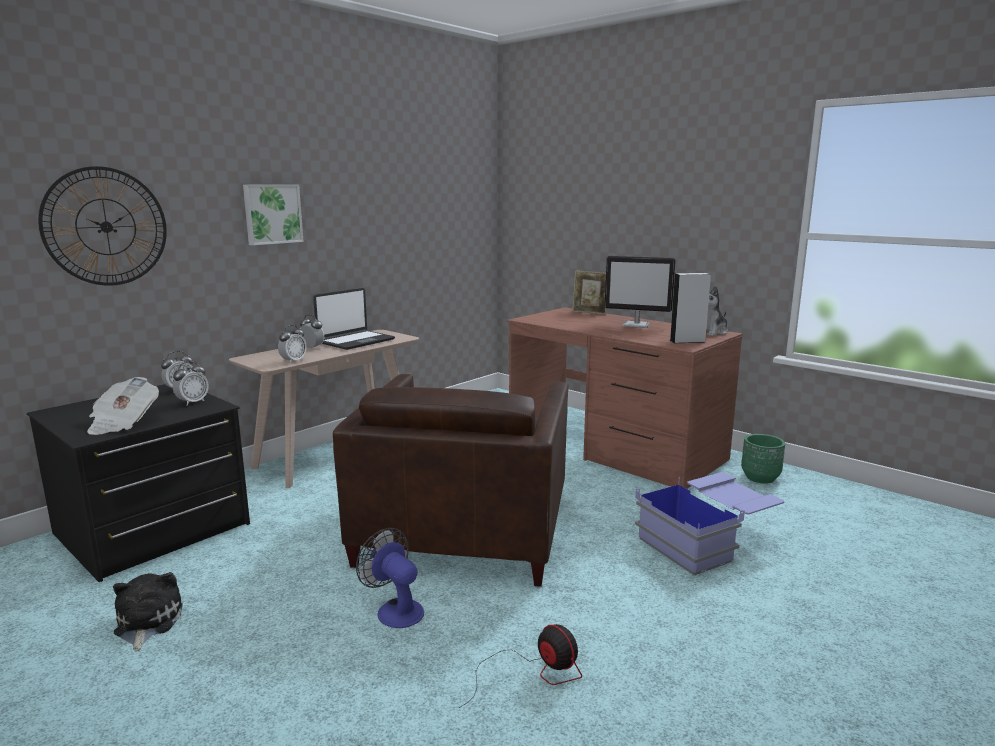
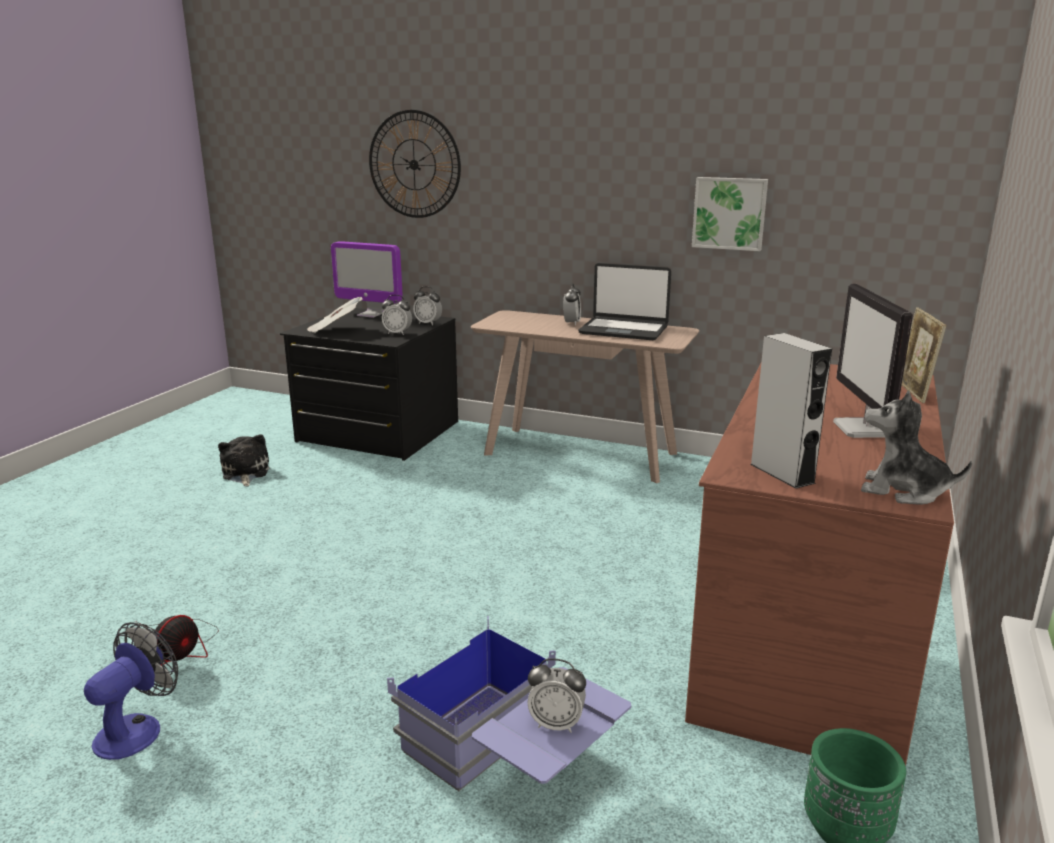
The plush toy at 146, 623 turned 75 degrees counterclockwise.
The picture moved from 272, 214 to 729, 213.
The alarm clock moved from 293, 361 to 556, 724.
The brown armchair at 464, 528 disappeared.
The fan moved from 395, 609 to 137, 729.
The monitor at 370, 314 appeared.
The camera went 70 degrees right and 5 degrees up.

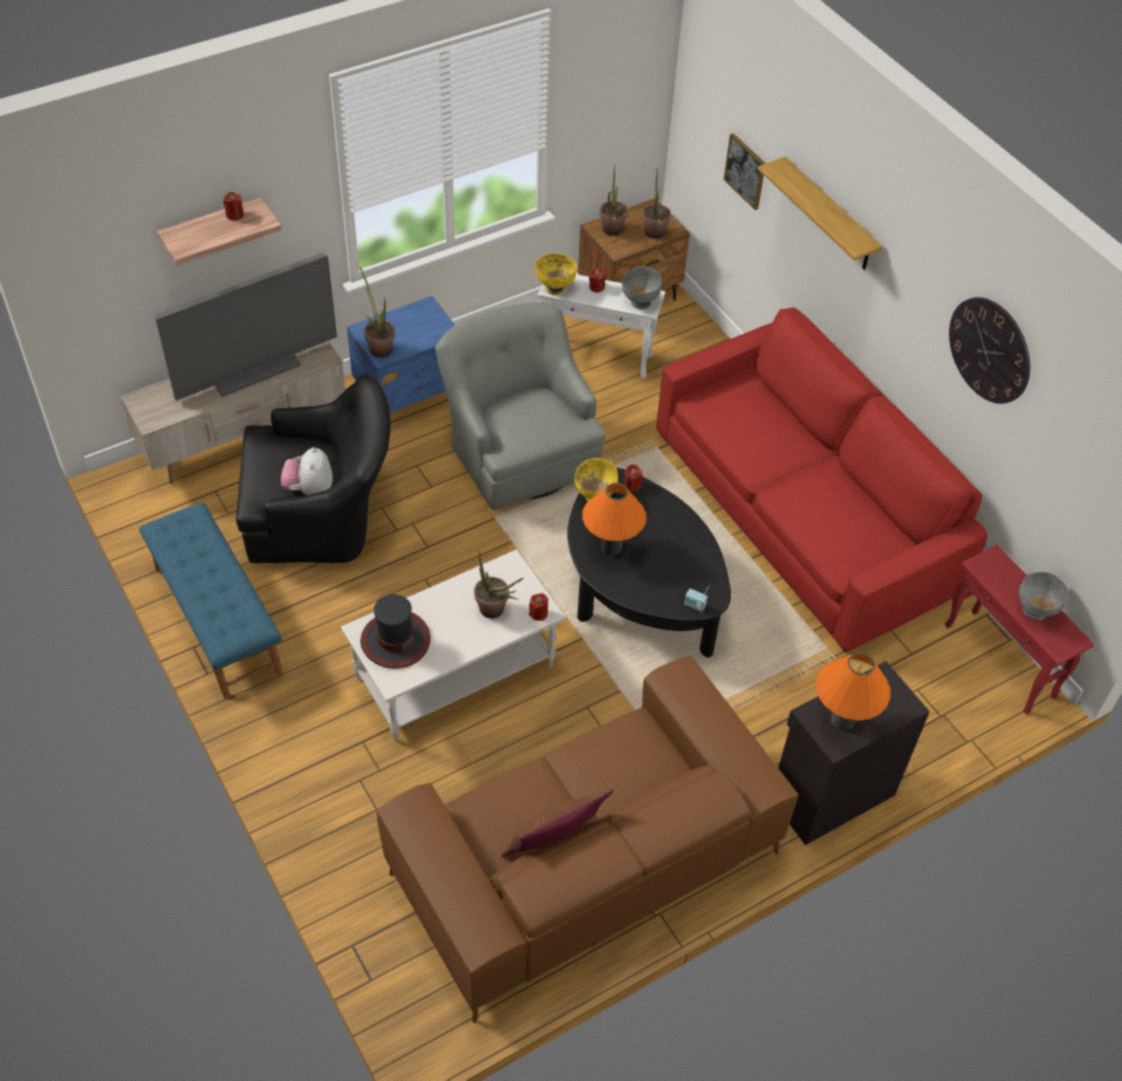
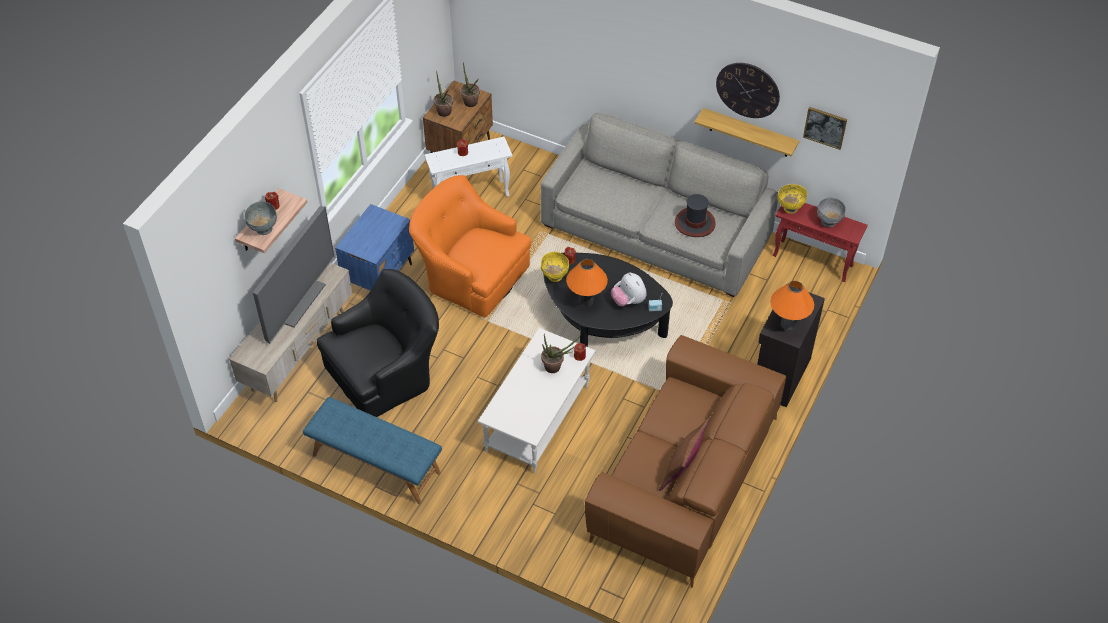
The plush toy moved from 309, 489 to 628, 301.
The potted plant at 378, 346 disappeared.
The hat moved from 395, 640 to 694, 223.
The grey armchair at 519, 450 became the orange armchair at 471, 275.
The yellow bowl moved from 555, 288 to 790, 208.
The grey bowl moved from 640, 302 to 263, 229.
The red sofa at 803, 512 became the grey sofa at 656, 231.
The picture moved from 745, 171 to 825, 127.
The shelf moved from 829, 216 to 749, 133.
The camera went 30 degrees left and 0 degrees up.

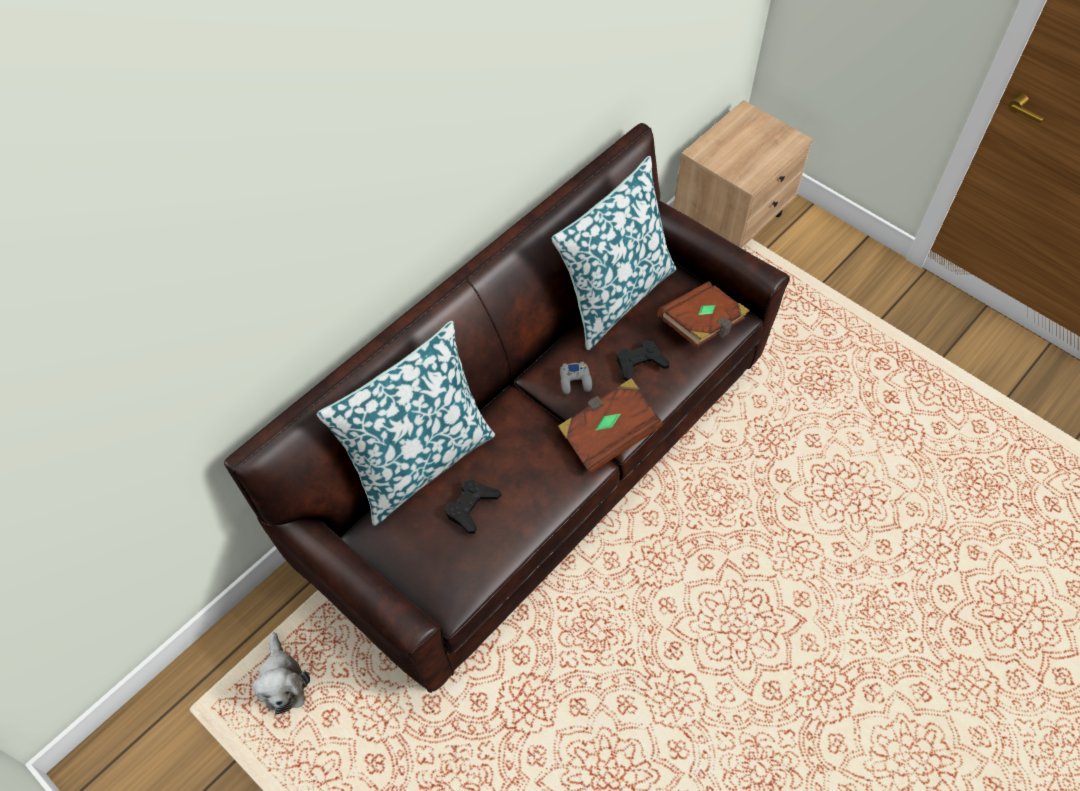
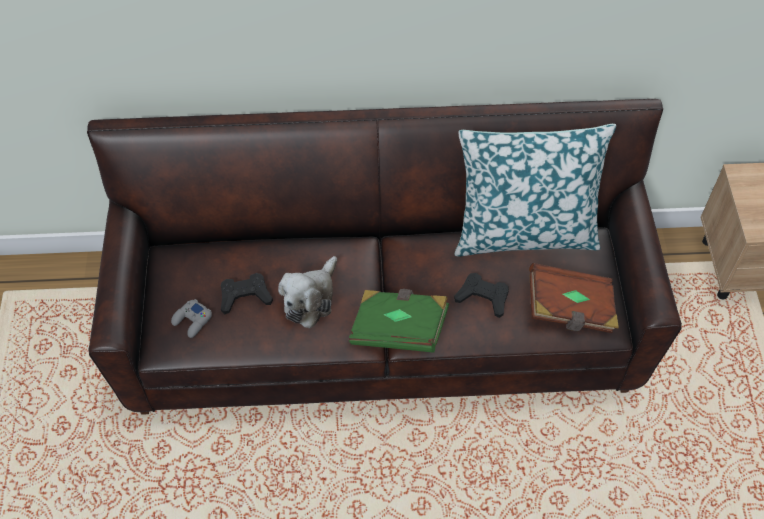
The plush toy moved from 282, 682 to 310, 299.
The pillow at 419, 462 disappeared.
The brown book at 608, 435 became the green book at 399, 329.
The grey game controller moved from 575, 381 to 192, 321.
The camera went 45 degrees right and 0 degrees up.

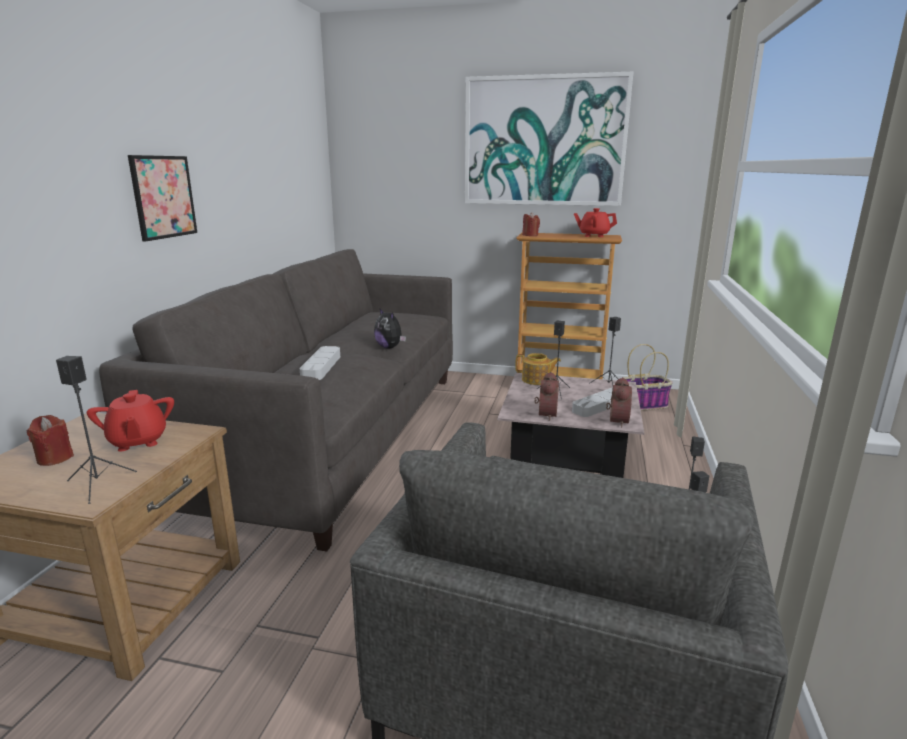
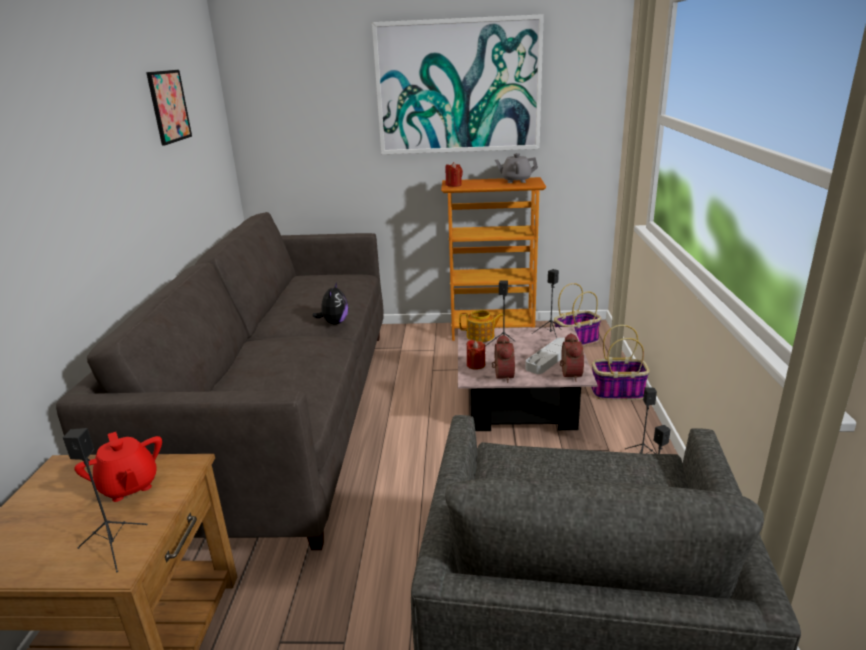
The red candle moved from 55, 458 to 476, 365.
The picture moved from 163, 197 to 169, 106.
The grey tray at 321, 367 disappeared.
The plush toy at 390, 347 turned 120 degrees counterclockwise.
The red teapot at 593, 236 became the grey teapot at 516, 181.
The basket at 617, 393 appeared.
The camera went 10 degrees left and 5 degrees up.

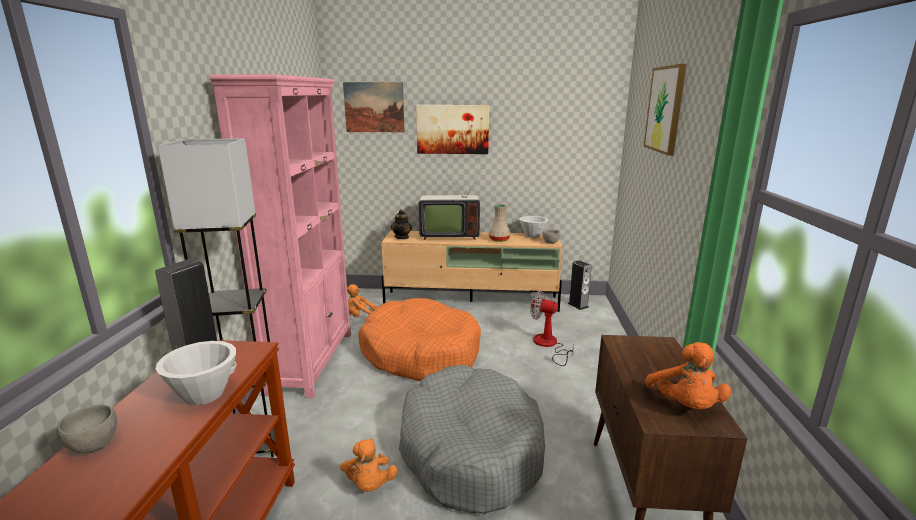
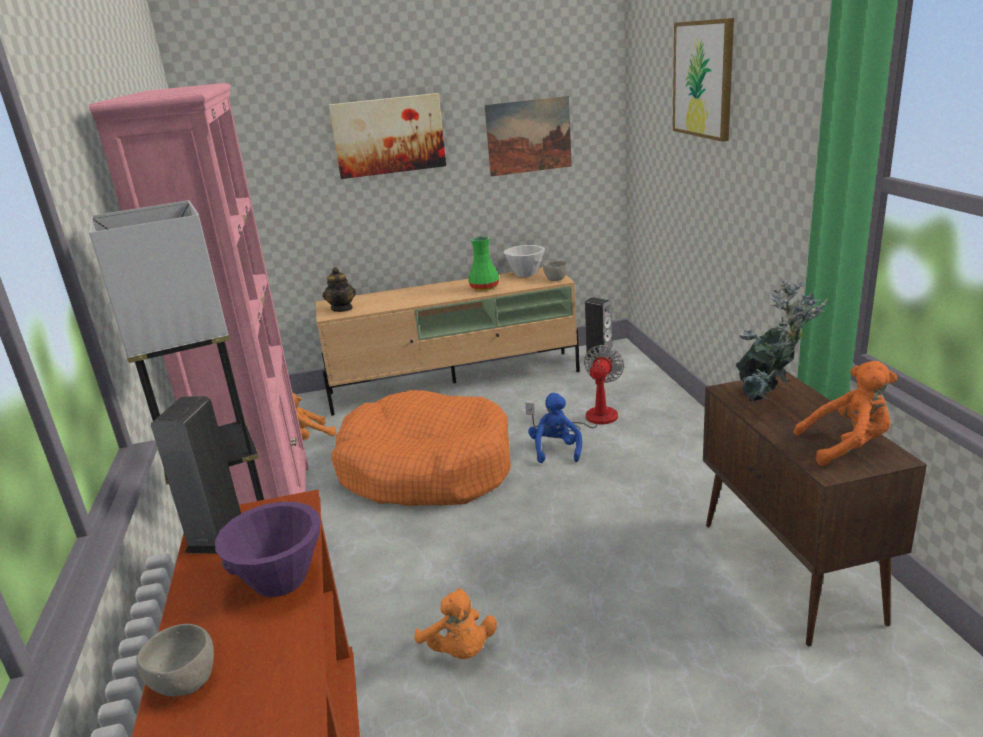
The white bowl at 204, 394 became the purple bowl at 280, 579.
The picture moved from 374, 107 to 528, 136.
The grey dog bed at 470, 450 disappeared.
The television at 448, 235 disappeared.
The beige vase at 498, 240 became the green vase at 483, 288.
The fan at 548, 345 turned 105 degrees clockwise.
The orange plush toy at 685, 406 turned 75 degrees counterclockwise.
The blue plush toy at 556, 450 appeared.
The potted plant at 767, 401 appeared.
The camera went 15 degrees left and 5 degrees up.

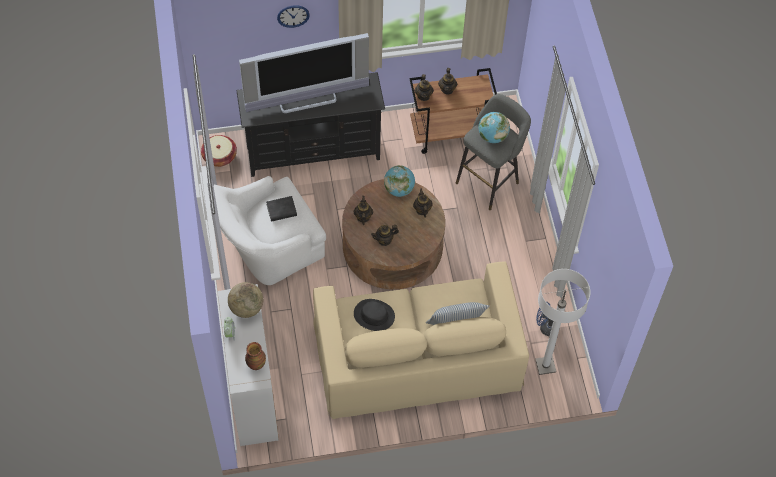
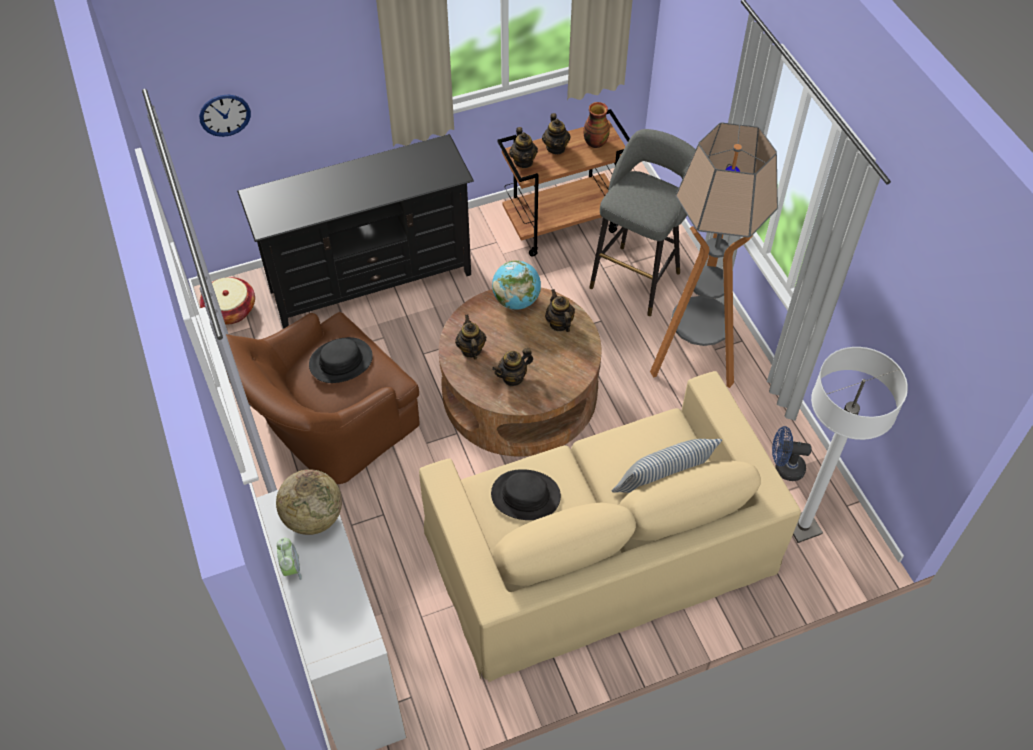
The white armchair at 268, 247 became the brown armchair at 328, 428.
The television at 307, 98 disappeared.
The vase moved from 255, 363 to 595, 142.
The black book at 281, 210 was replaced by the black hat at 341, 361.
The wall clock moved from 293, 16 to 225, 115.
The globe at 492, 136 disappeared.
The floor lamp at 693, 361 appeared.
The camera went 10 degrees left and 5 degrees down.

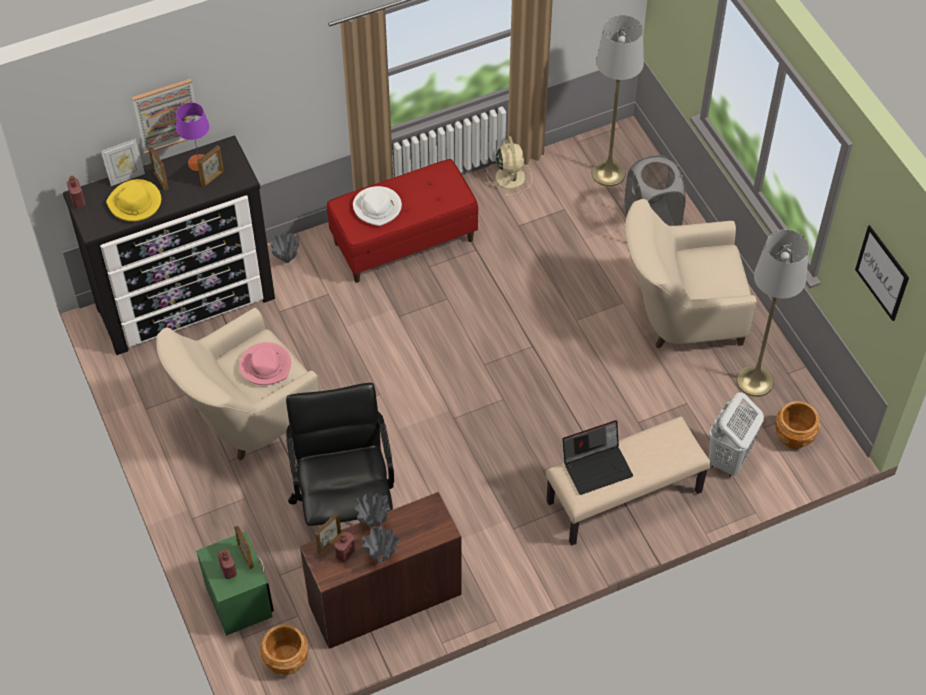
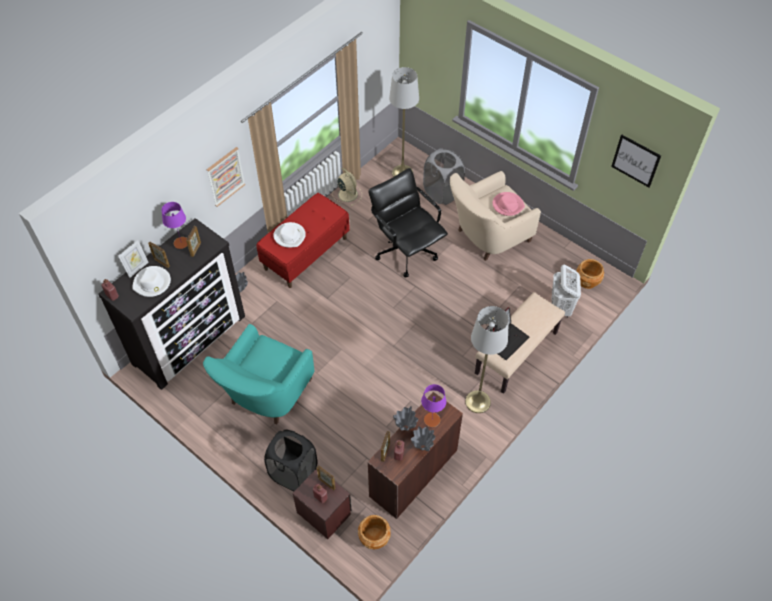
The yellow hat at 135, 203 became the white hat at 152, 283.
The picture moved from 166, 115 to 225, 176.
The beige armchair at 244, 417 became the turquoise armchair at 265, 396.
The green nightstand at 239, 600 became the brown nightstand at 324, 513.
The pink hat moved from 266, 365 to 507, 205.
The black office chair moved from 344, 506 to 406, 251.
The grey floor lamp moved from 755, 381 to 478, 402.
The black laundry basket at 293, 473 appeared.
The purple table lamp at 432, 419 appeared.
The camera went 25 degrees left and 0 degrees up.

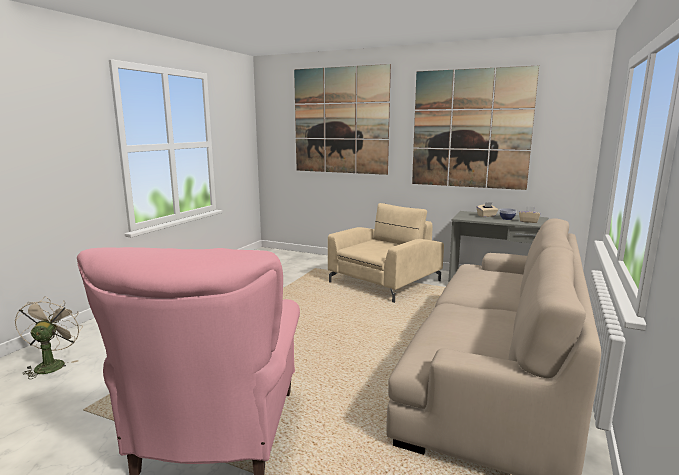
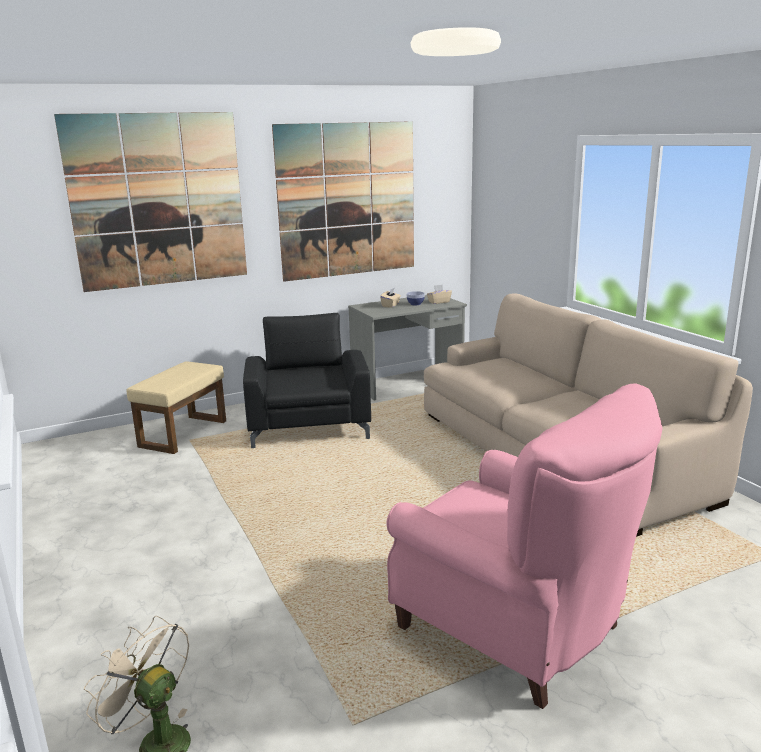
The beige armchair at 384, 281 became the black armchair at 308, 421.
The beige ottoman at 183, 433 appeared.
The camera went 50 degrees left and 5 degrees up.

